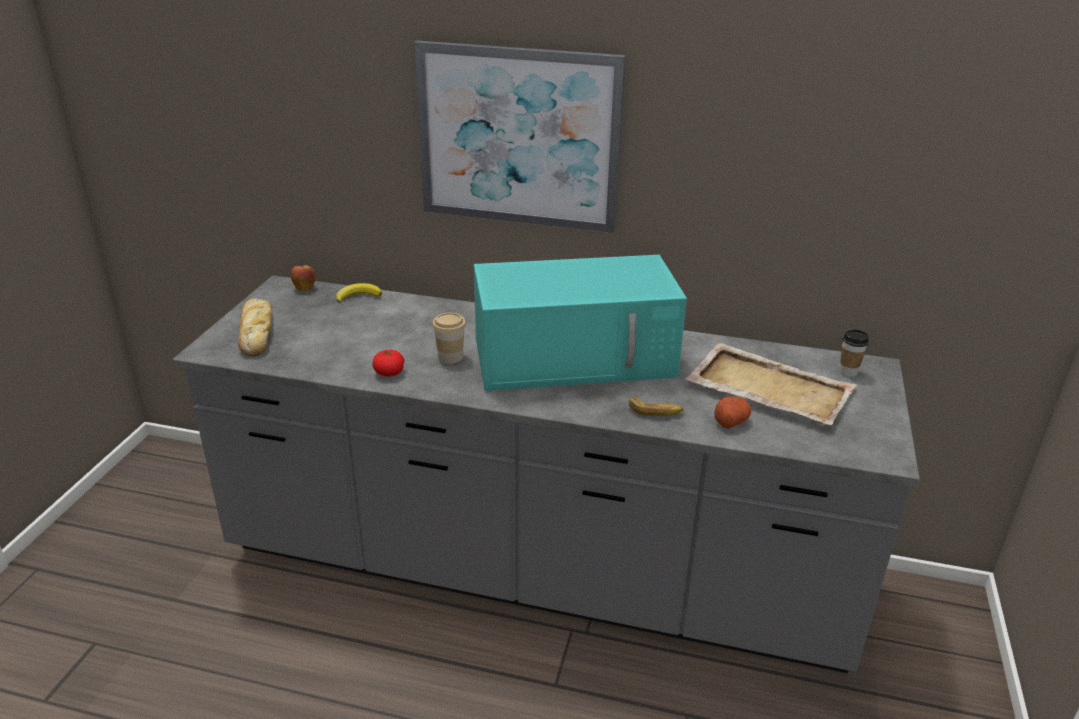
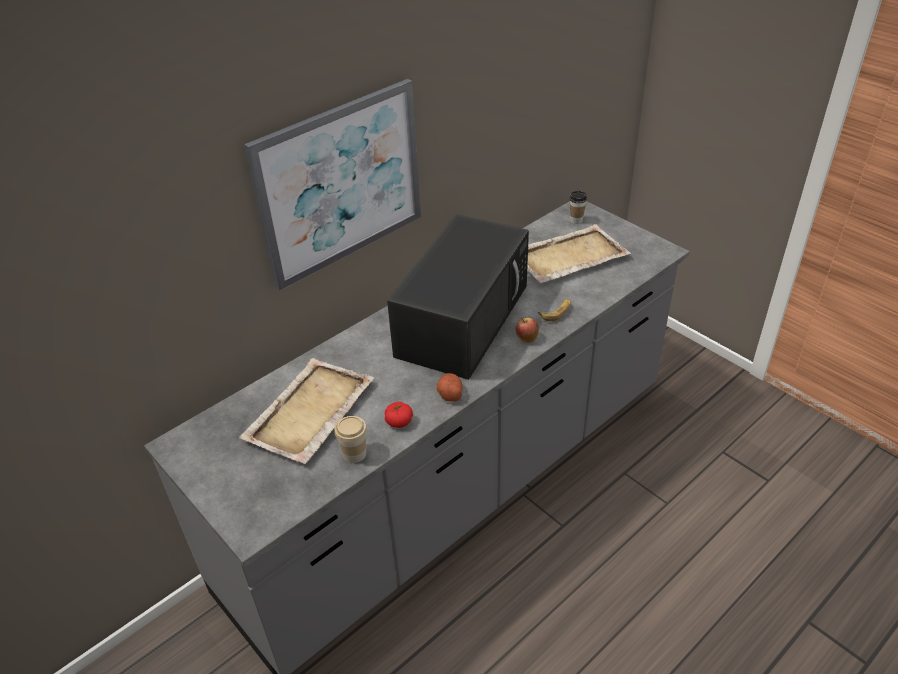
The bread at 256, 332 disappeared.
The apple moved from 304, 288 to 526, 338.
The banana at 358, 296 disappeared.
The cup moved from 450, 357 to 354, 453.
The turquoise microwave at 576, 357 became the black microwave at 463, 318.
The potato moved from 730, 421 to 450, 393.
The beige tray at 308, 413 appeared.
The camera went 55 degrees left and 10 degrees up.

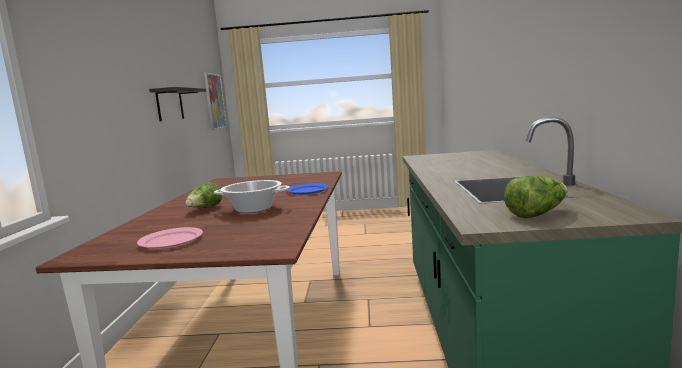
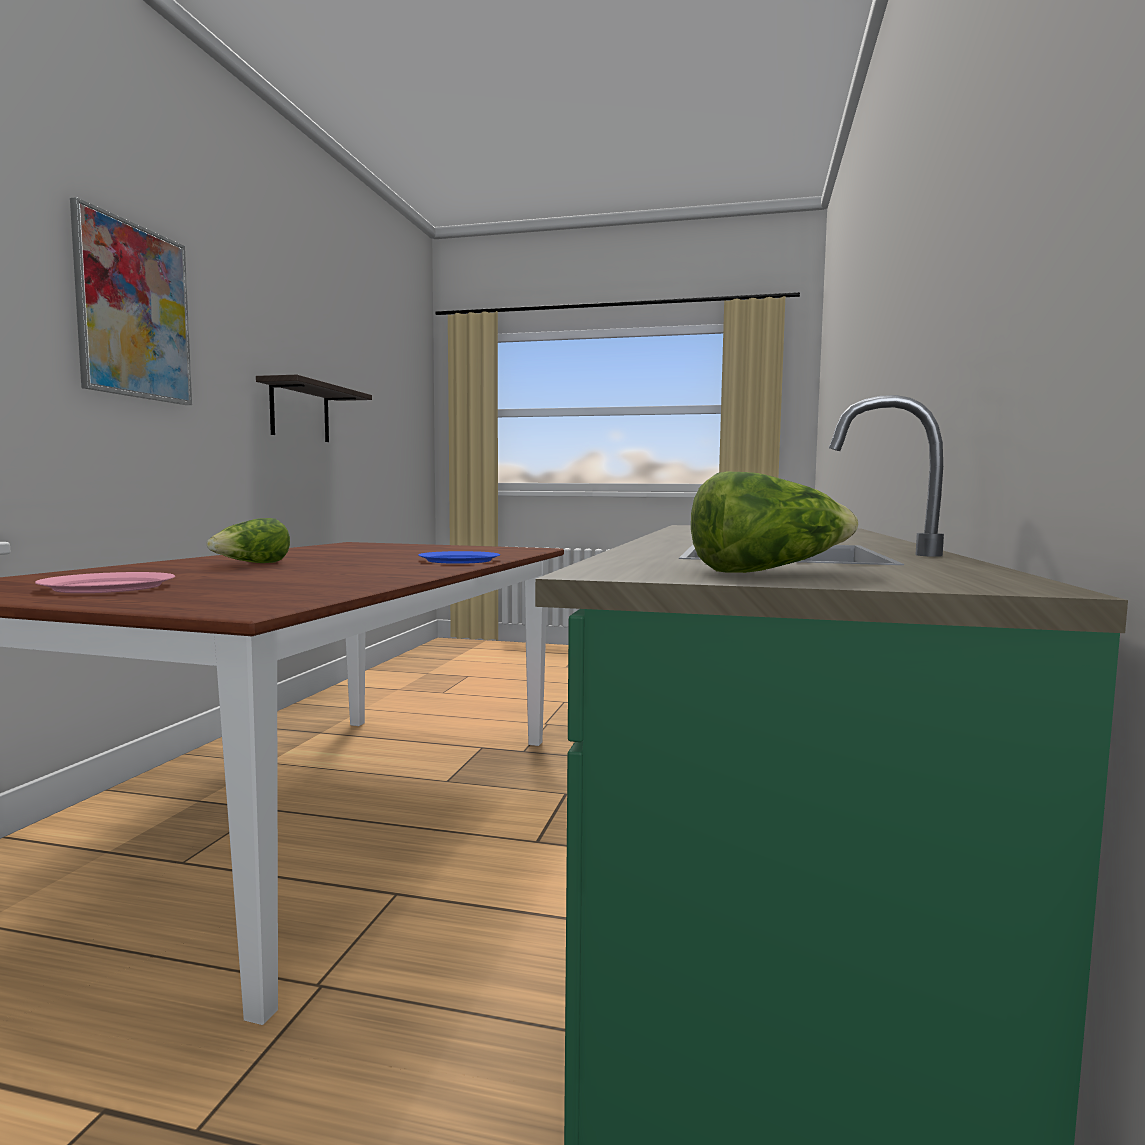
The picture moved from 214, 101 to 133, 311.
The cooking pot at 254, 209 disappeared.
The camera went 10 degrees right and 5 degrees down.

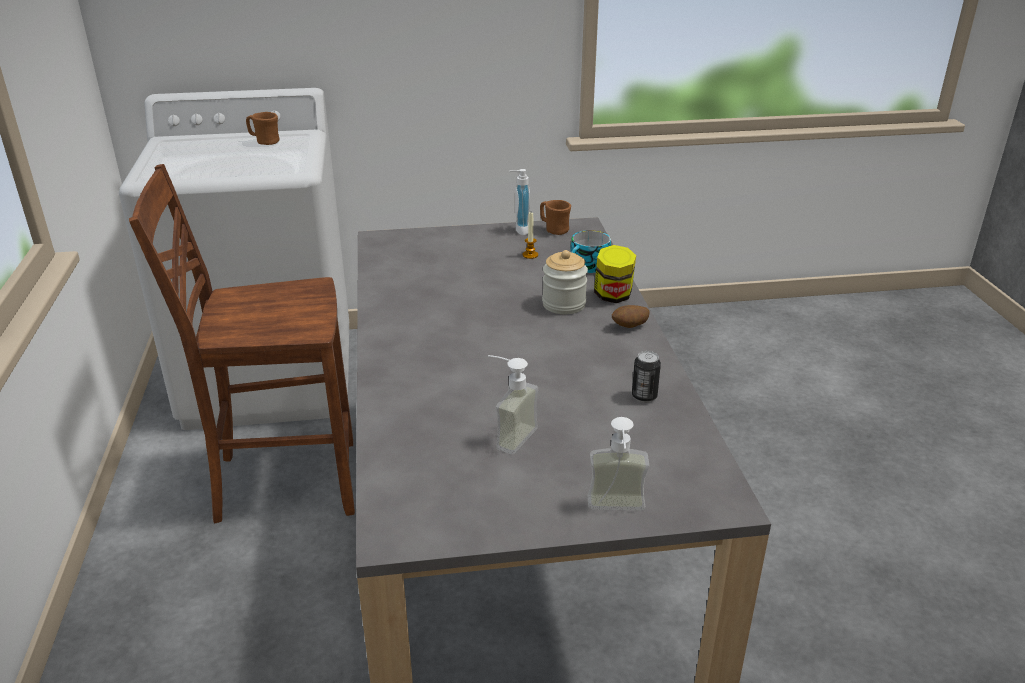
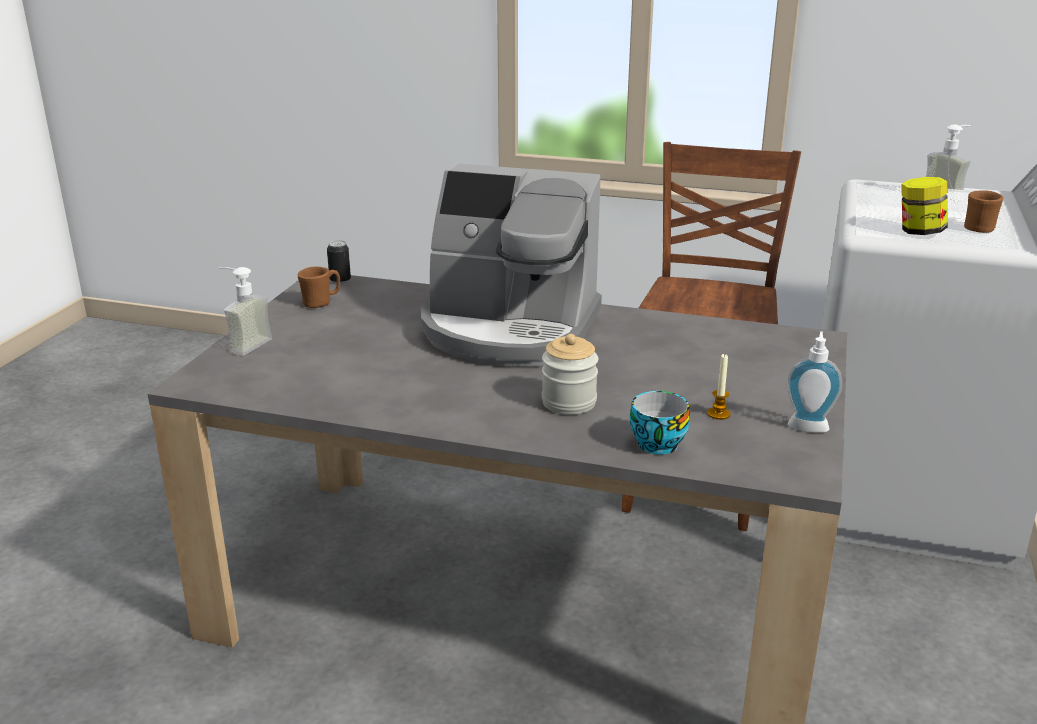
The soap dispenser moved from 507, 435 to 946, 195.
The brown mug moved from 554, 230 to 321, 303.
The jar moved from 613, 296 to 919, 232.
The potato at 629, 327 disappeared.
The can moved from 644, 396 to 340, 280.
The coffee machine at 509, 330 appeared.
The camera went 115 degrees right and 5 degrees down.

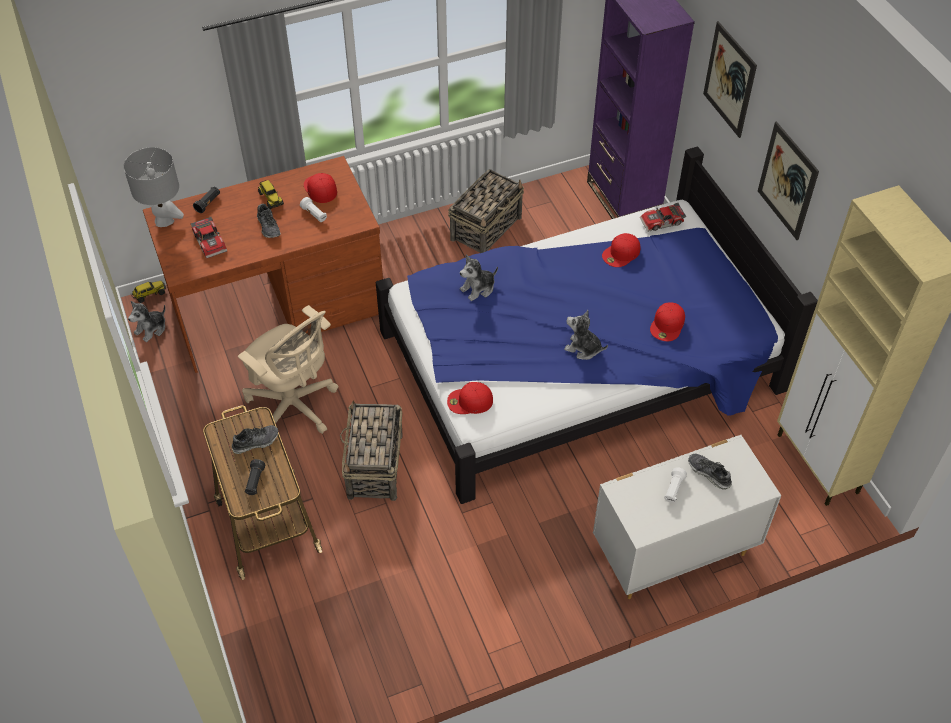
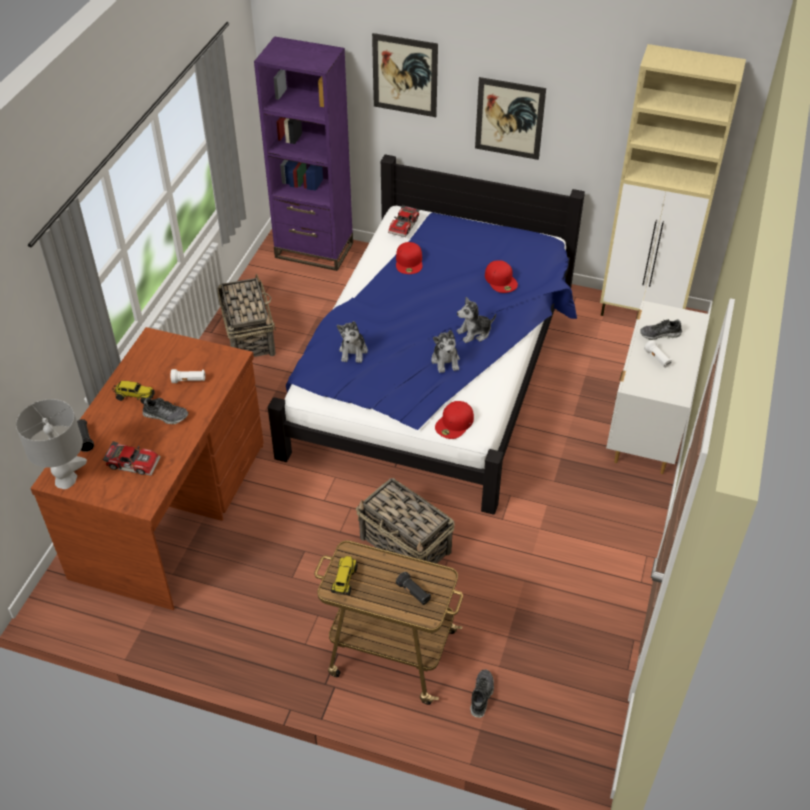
The plush toy moved from 151, 329 to 445, 361.
The toy truck moved from 149, 294 to 344, 580.
The shoe moved from 255, 442 to 481, 695.
The beige office chair at 294, 407 disappeared.
The red cap at 320, 188 disappeared.
The camera went 50 degrees left and 5 degrees down.

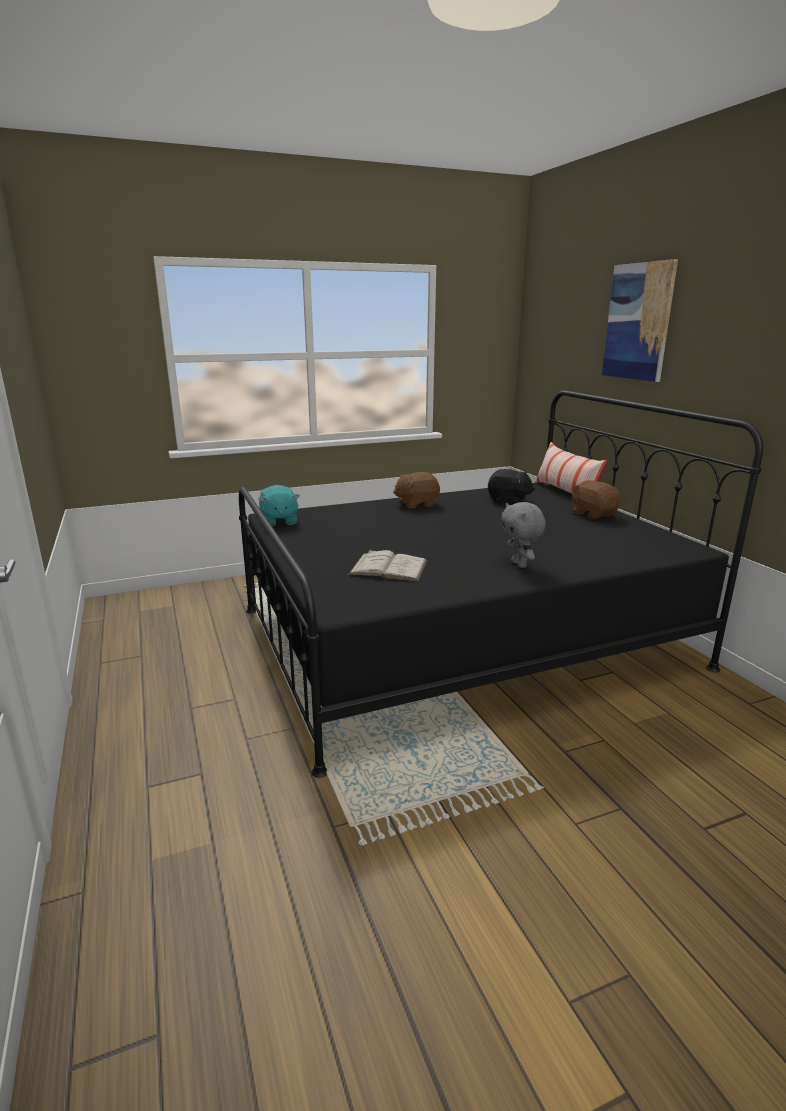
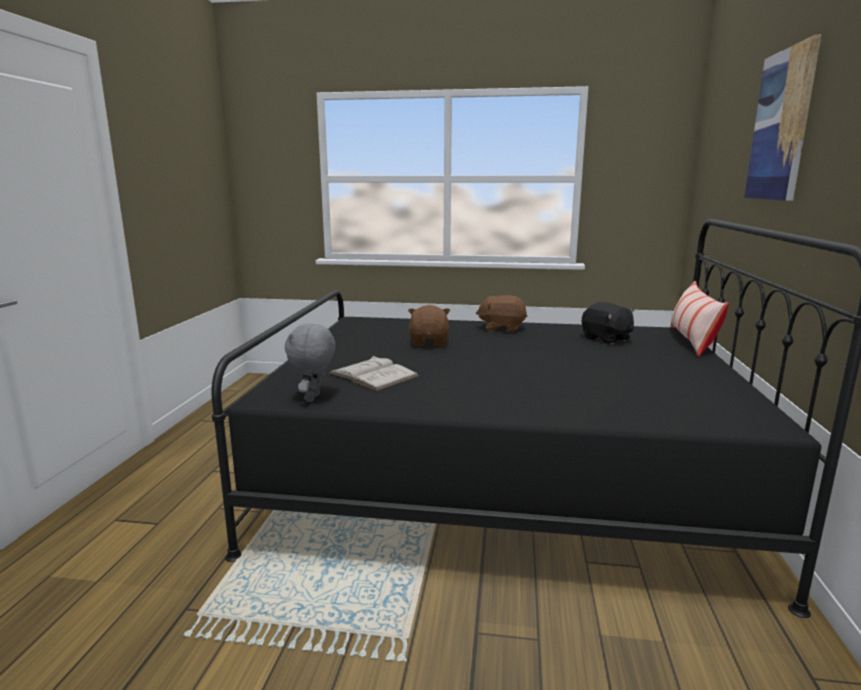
The turquoise plush toy at 279, 521 disappeared.
The grey plush toy moved from 520, 564 to 314, 398.
The brown plush toy moved from 593, 514 to 429, 342.
The camera went 30 degrees right and 5 degrees down.

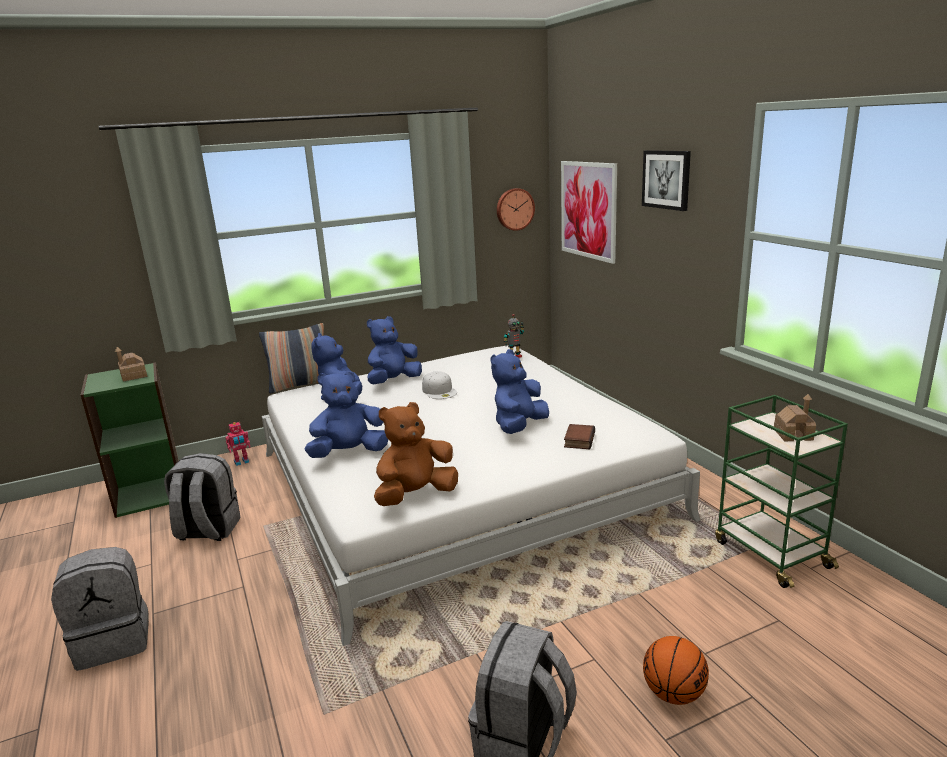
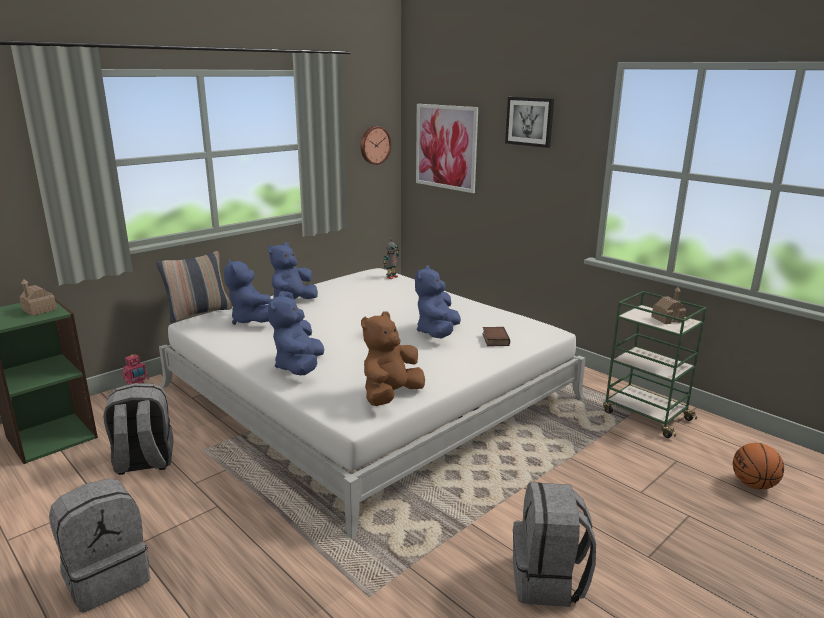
The blue plush toy at 349, 453 turned 45 degrees counterclockwise.
The white cap at 439, 391 disappeared.
The basketball moved from 674, 694 to 753, 484.
The camera went 20 degrees left and 0 degrees up.

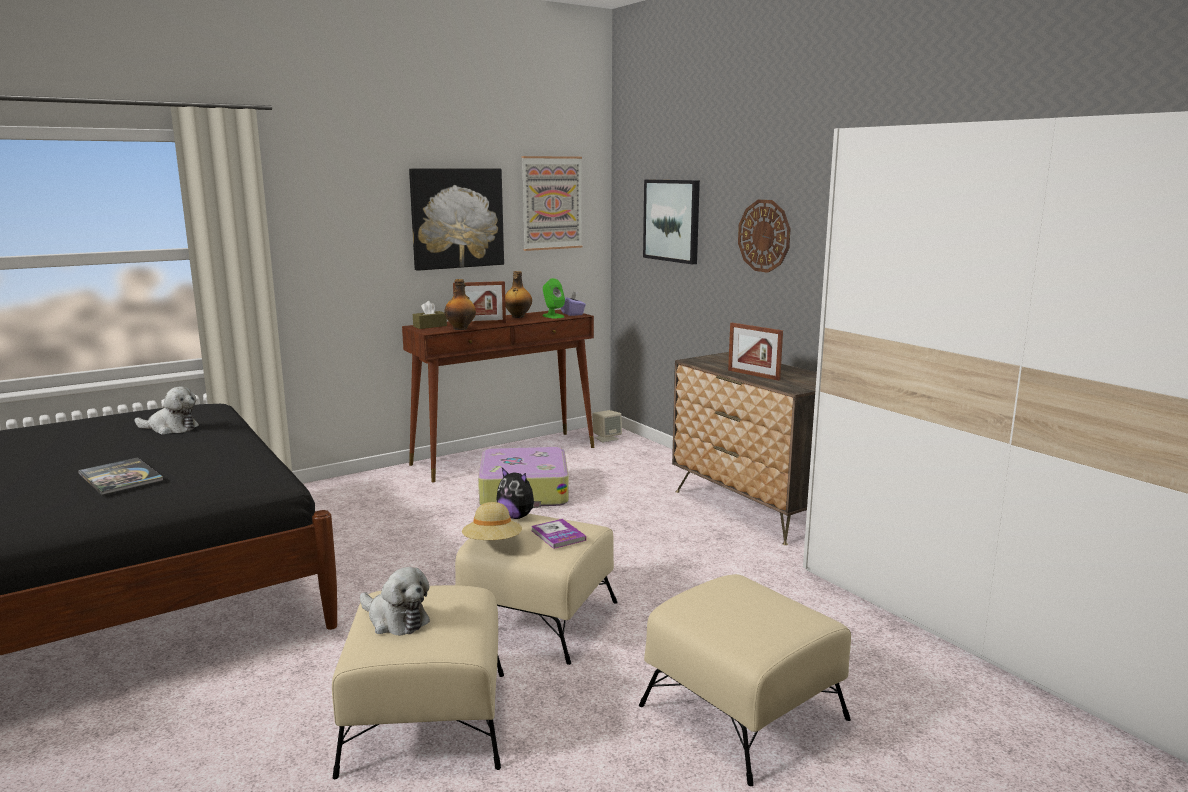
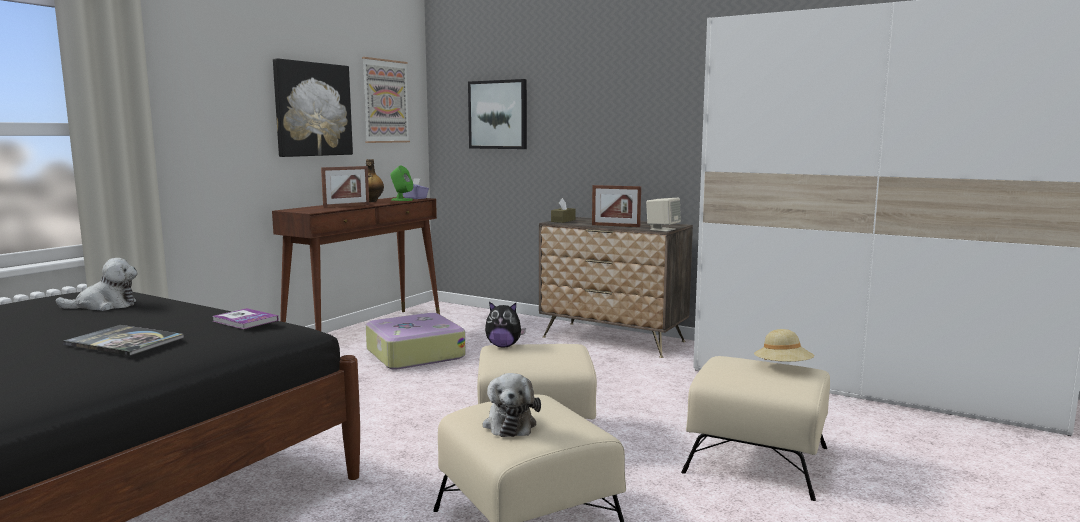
The plush toy at 395, 620 turned 75 degrees clockwise.
The brown tissue box moved from 430, 326 to 563, 220.
The bottle at 461, 328 disappeared.
The beige hat moved from 492, 544 to 783, 368.
The book moved from 558, 535 to 245, 320.
The beige speaker moved from 606, 438 to 662, 229.
The wall clock at 764, 236 disappeared.
The camera went 25 degrees left and 5 degrees down.

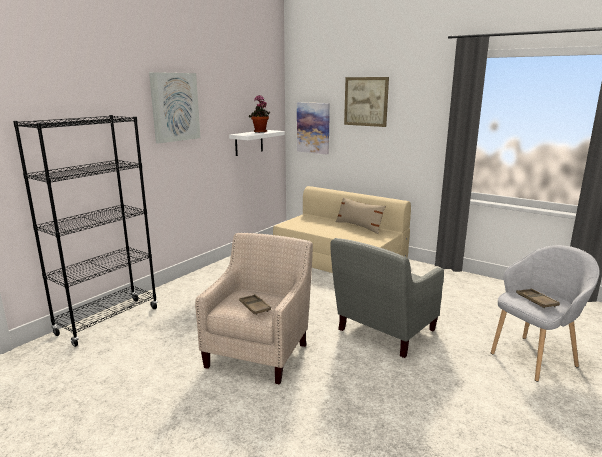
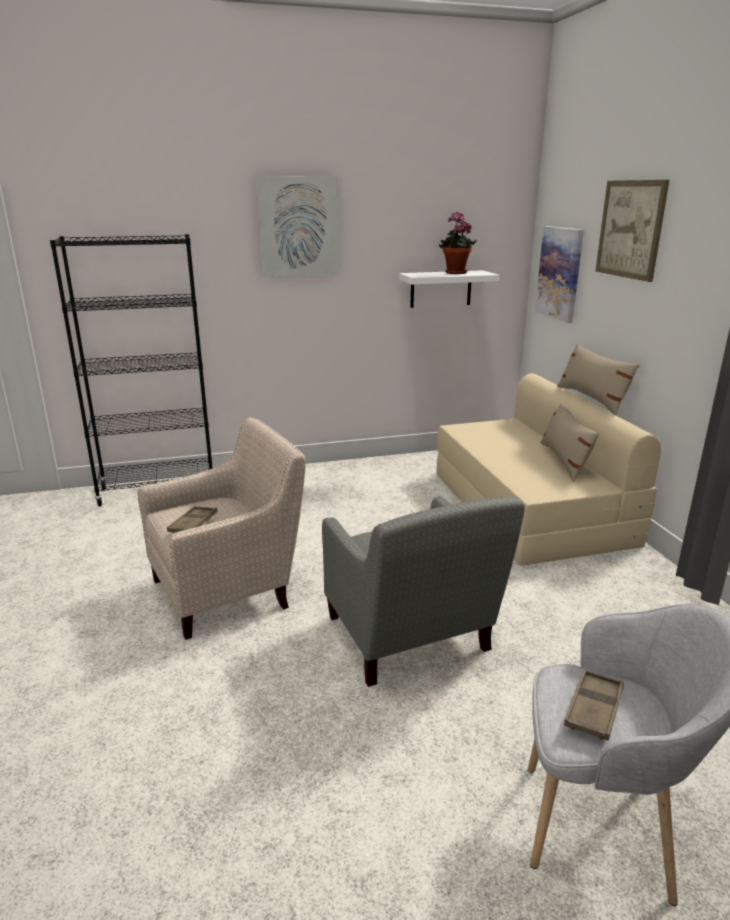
The grey armchair at 382, 332 turned 105 degrees counterclockwise.
The beige pillow at 592, 399 appeared.
The camera went 40 degrees right and 5 degrees up.

